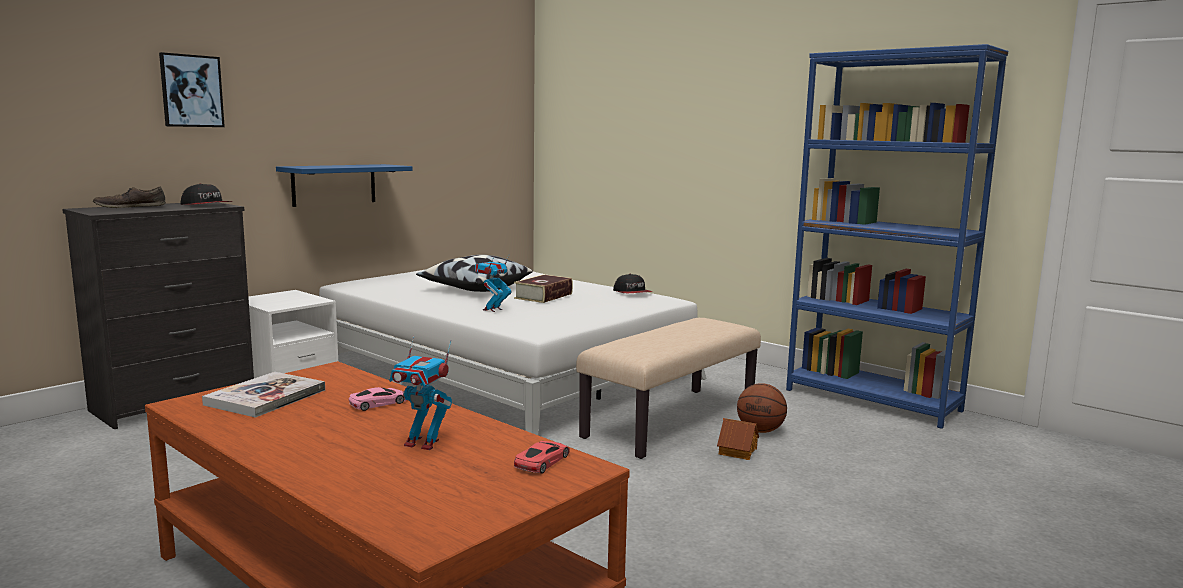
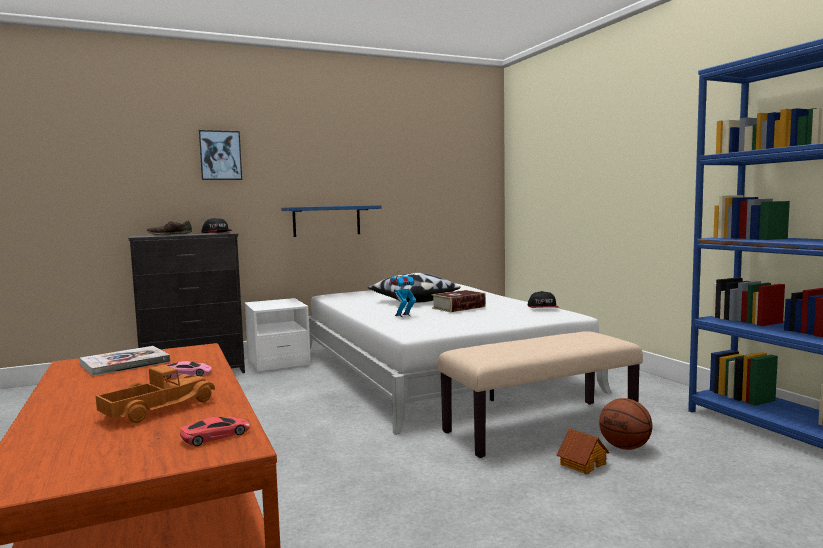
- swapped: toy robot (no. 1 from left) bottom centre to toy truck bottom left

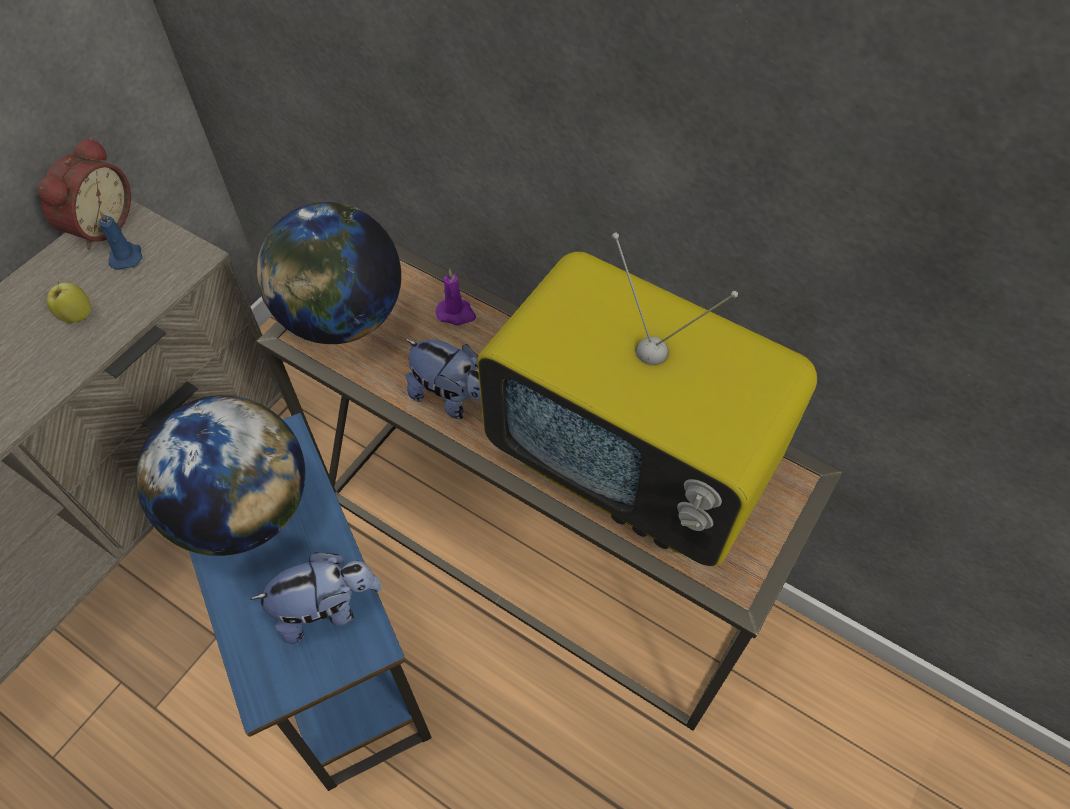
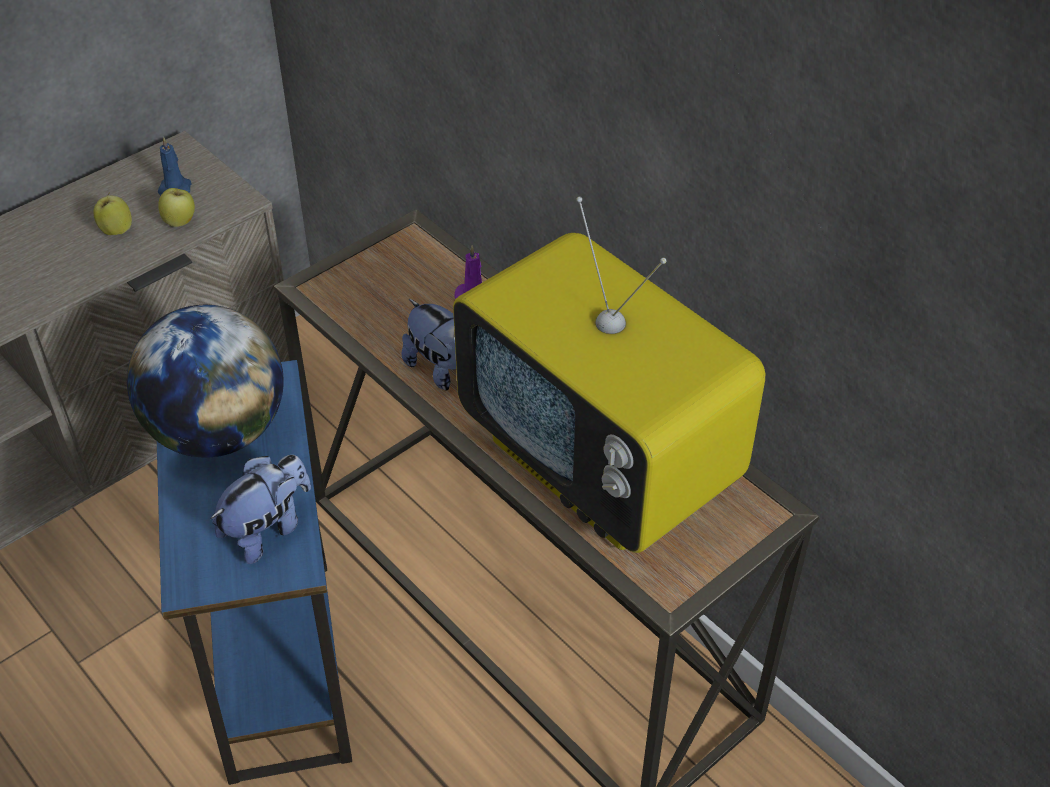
- gone: alarm clock top left
- gone: globe (no. 2 from left) middle left
- rotated: plush toy (no. 1 from left) bottom left = middle left 45 degrees counterclockwise
- new: apple (no. 2 from left) top left

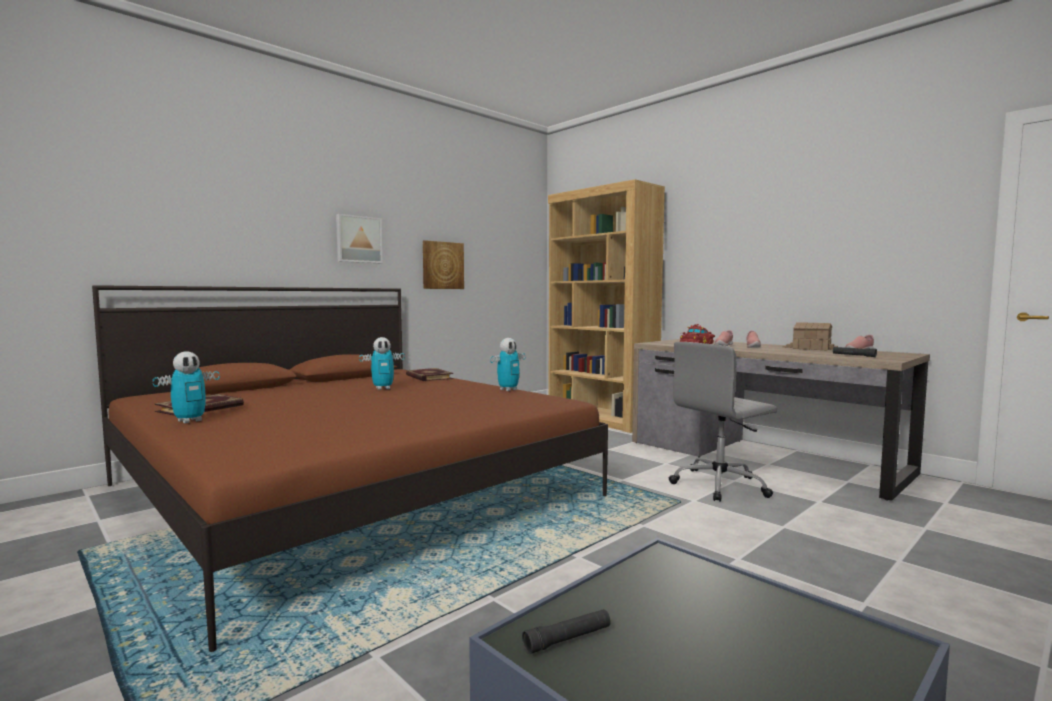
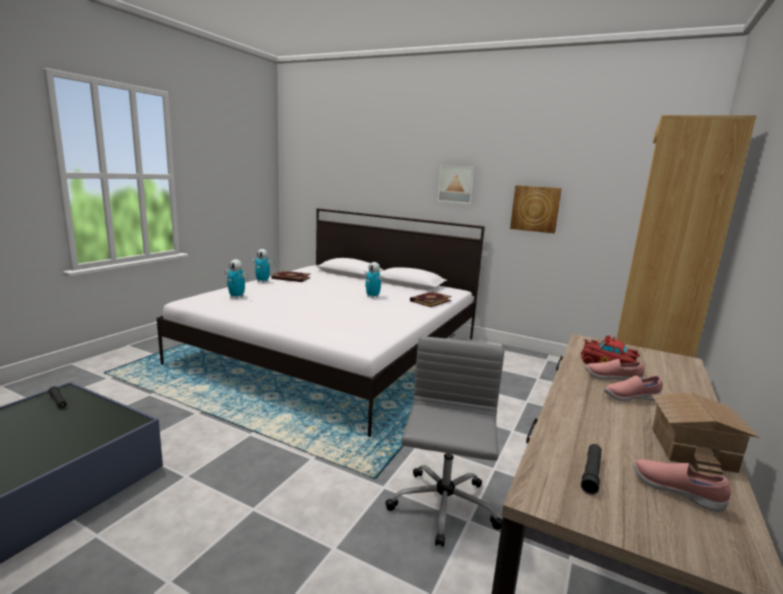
- repainted: bed in brown bottom left to bed in white centre
- shifted: toy robot (no. 3 from left in the first image) centre to toy robot (no. 1 from left) middle left
- rotated: office chair in grey middle right = bottom centre 60 degrees clockwise

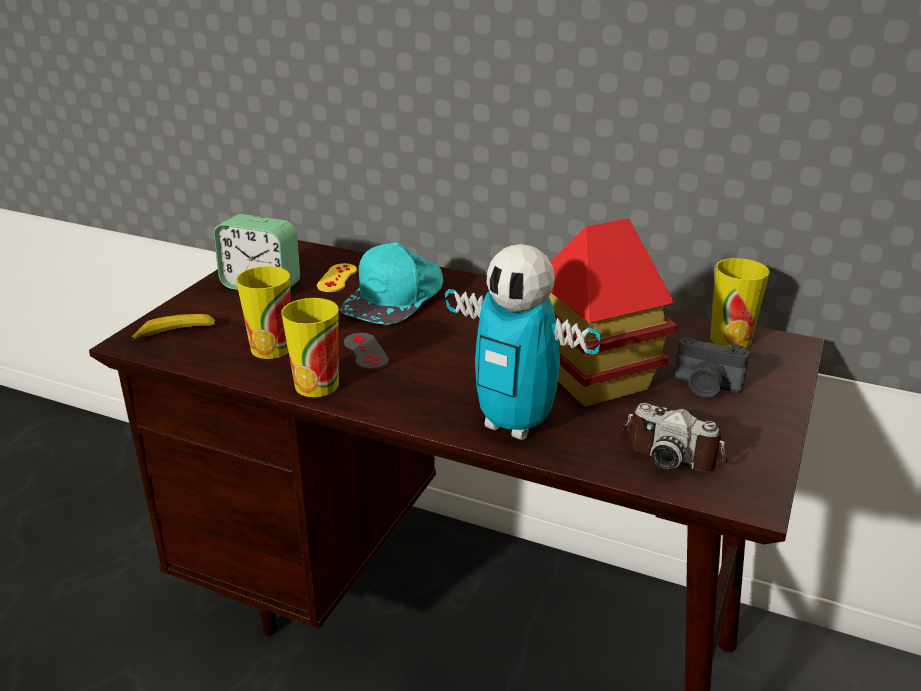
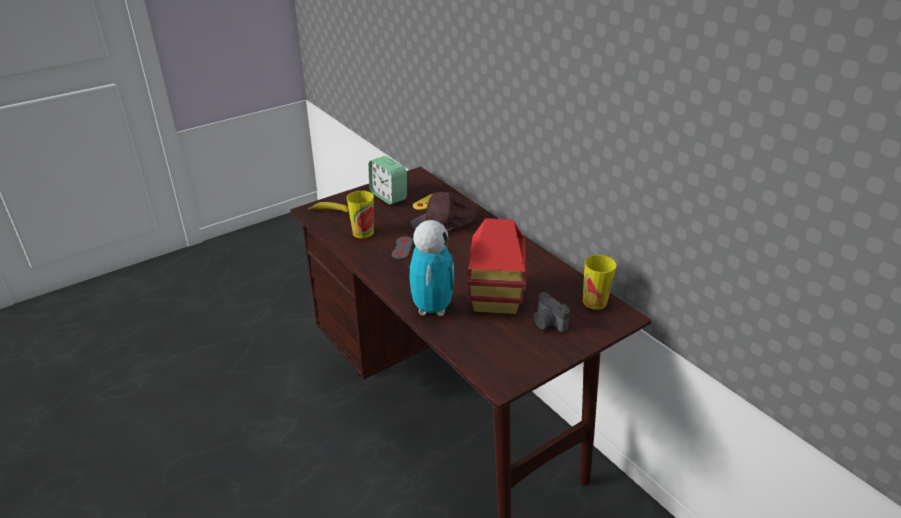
- repainted: cap in turquoise centre to cap in brown centre
- rotated: toy robot centre = centre 150 degrees counterclockwise
- gone: cup (no. 2 from left) centre
- gone: photo camera (no. 1 from left) middle right

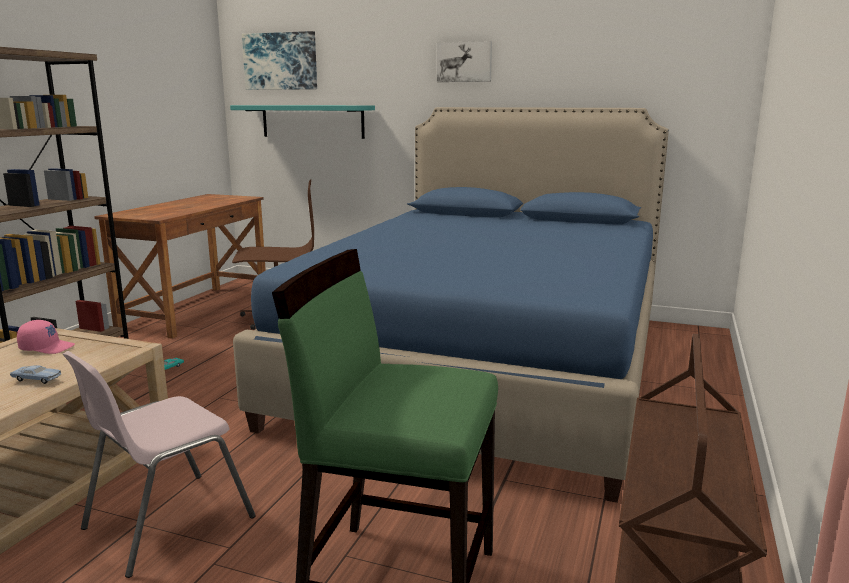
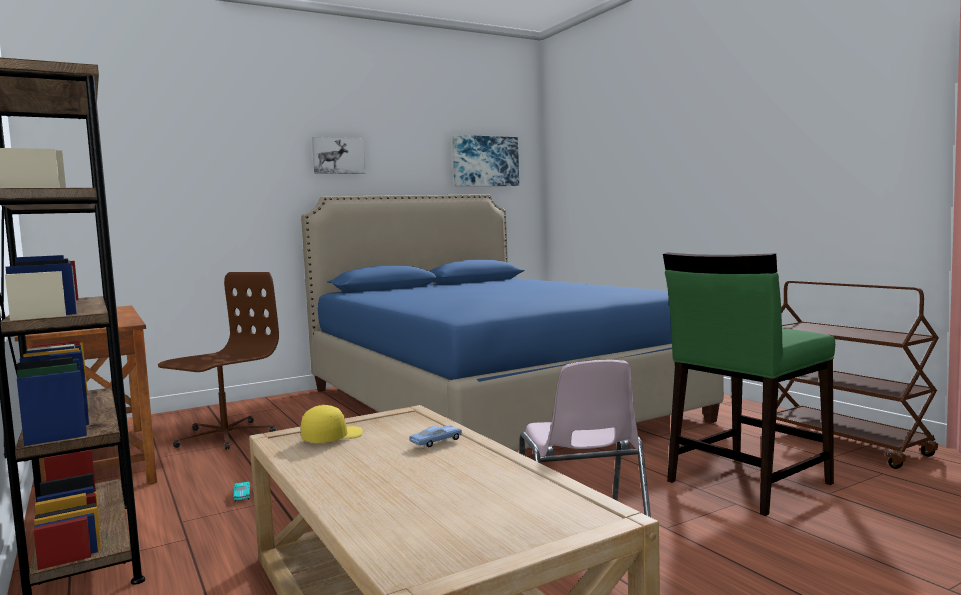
- shifted: picture (no. 1 from left in the first image) top left to picture (no. 2 from left) top centre
- gone: shelf in turquoise top centre
- repainted: cap in pink middle left to cap in yellow bottom centre

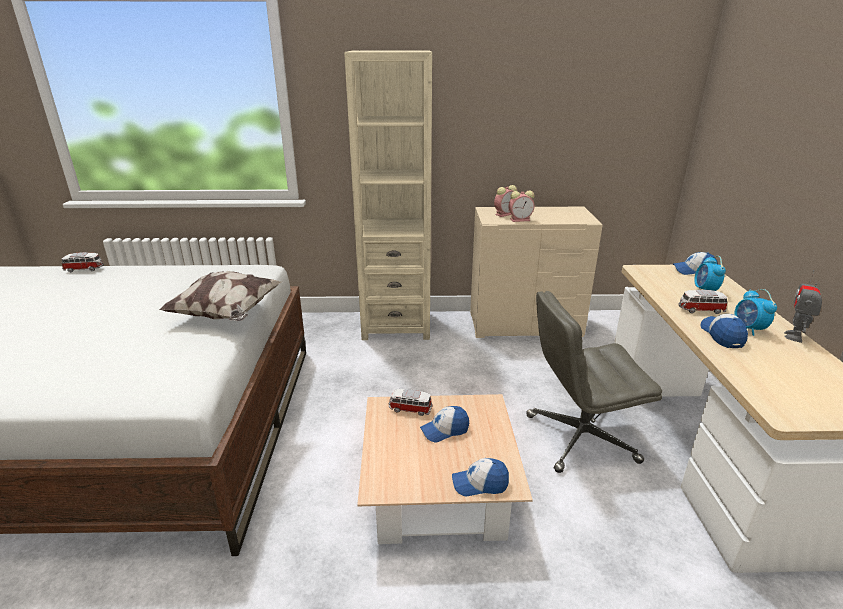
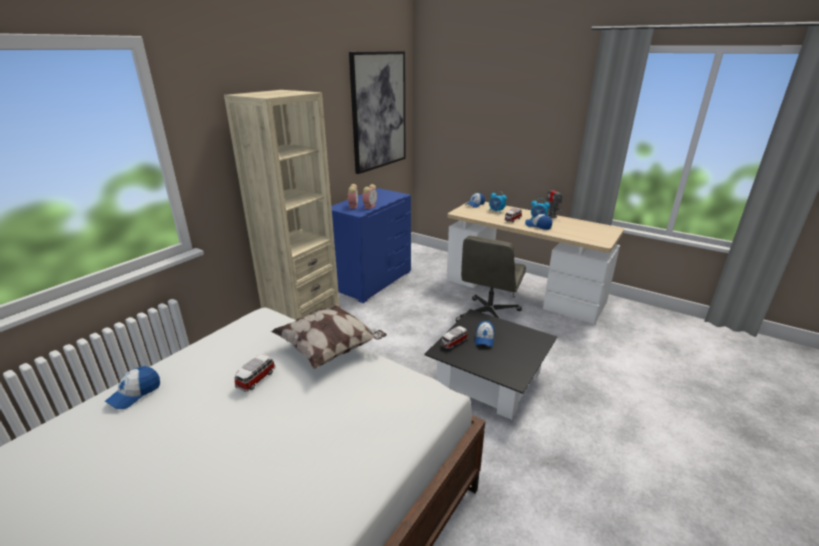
- repainted: dresser in beige centre to dresser in blue centre
- shifted: toy car (no. 1 from left) middle left to bottom left
- repainted: coffee table in beige bottom centre to coffee table in black bottom centre
- shifted: cap (no. 2 from left in the first image) bottom centre to cap (no. 1 from left) bottom left
- new: picture top centre

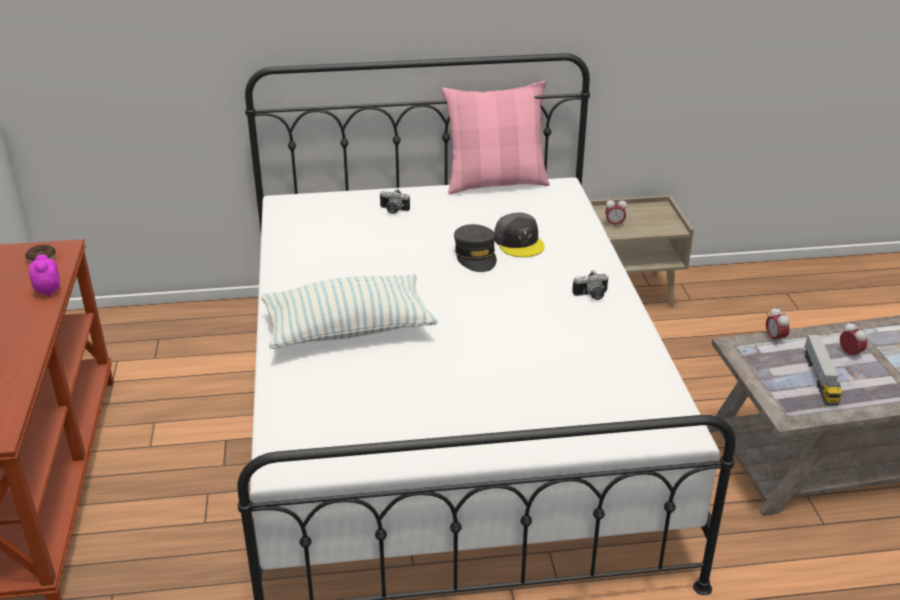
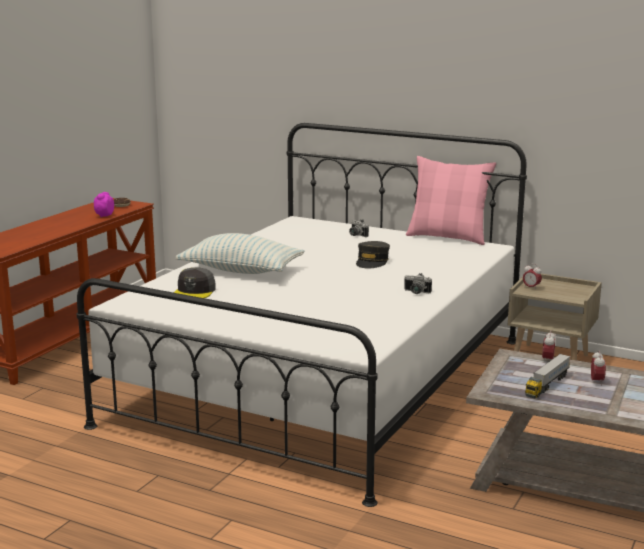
- shifted: cap in grey (no. 2 from left in the first image) centre to cap in grey (no. 1 from left) middle left

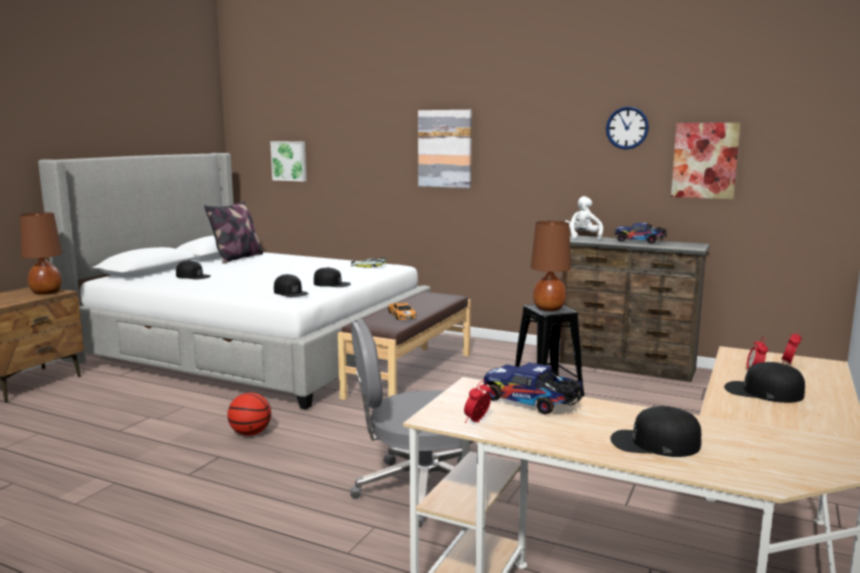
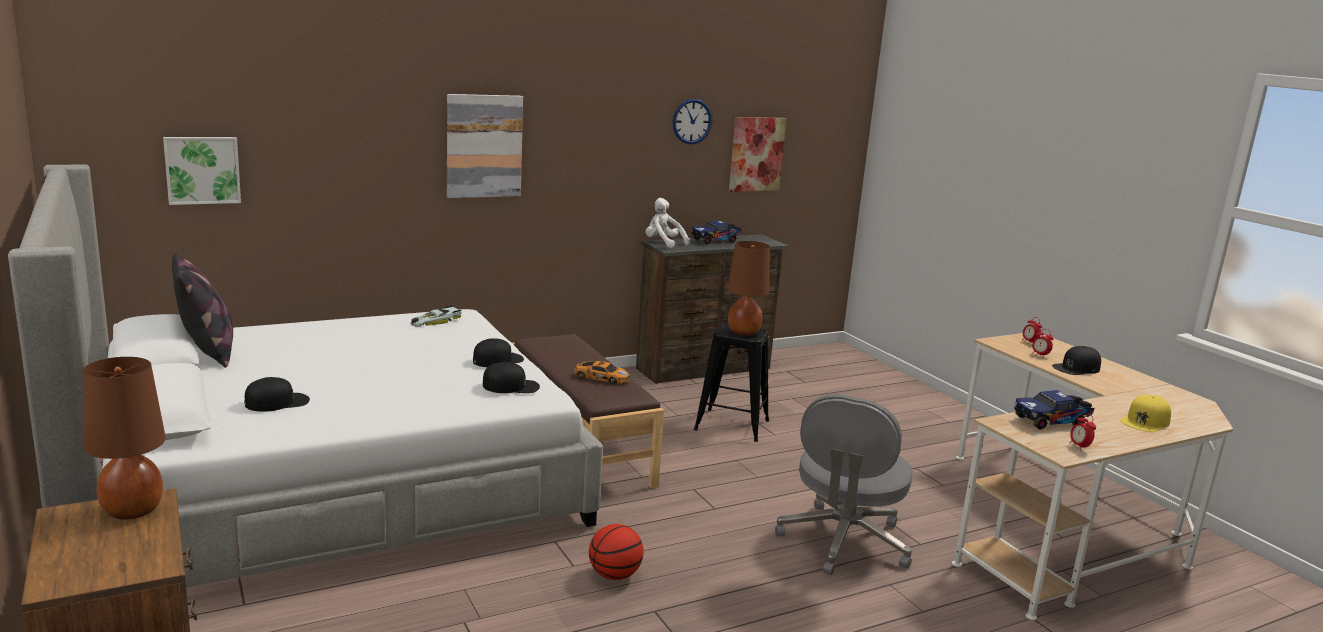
- repainted: cap in black (no. 4 from left) bottom right to cap in yellow middle right

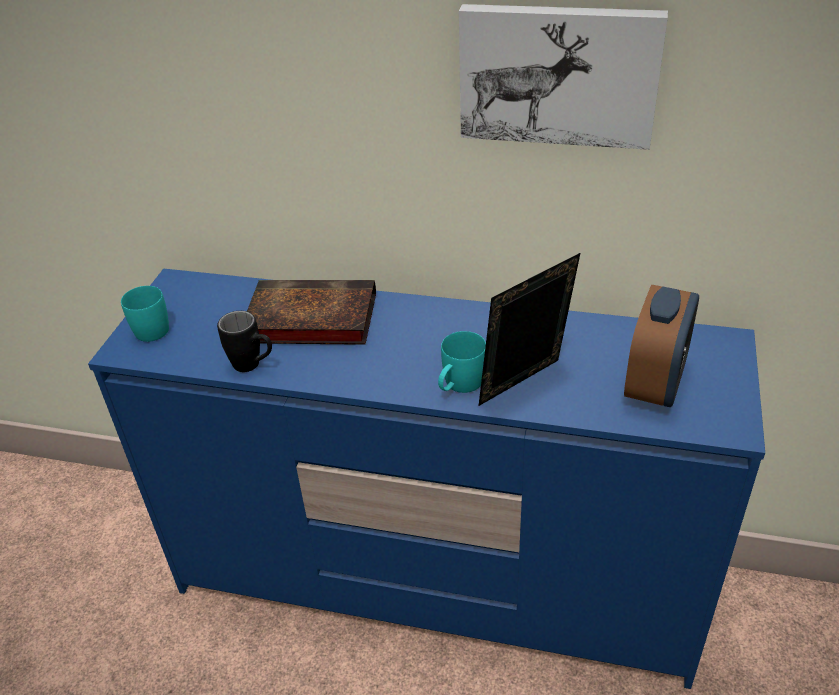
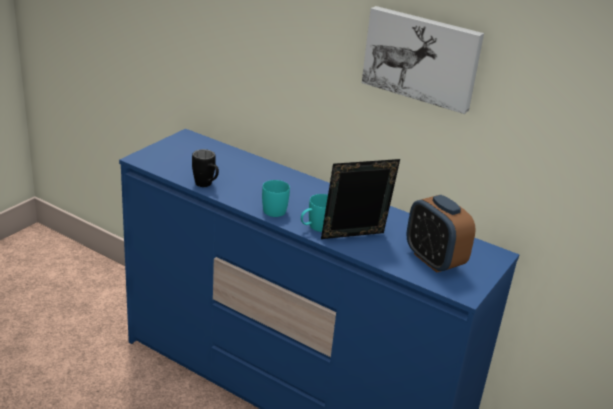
- gone: book centre
- rotated: alarm clock middle right = middle right 105 degrees clockwise
- shifted: mug in turquoise (no. 1 from left) middle left to centre

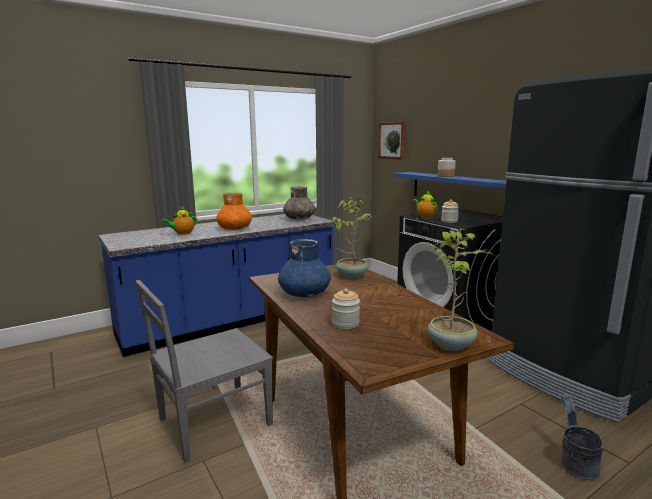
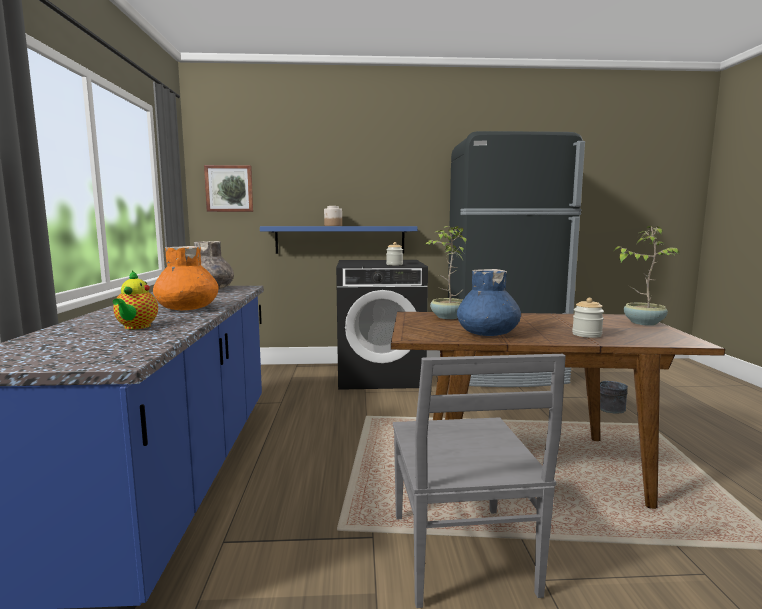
- gone: teapot (no. 2 from left) centre

